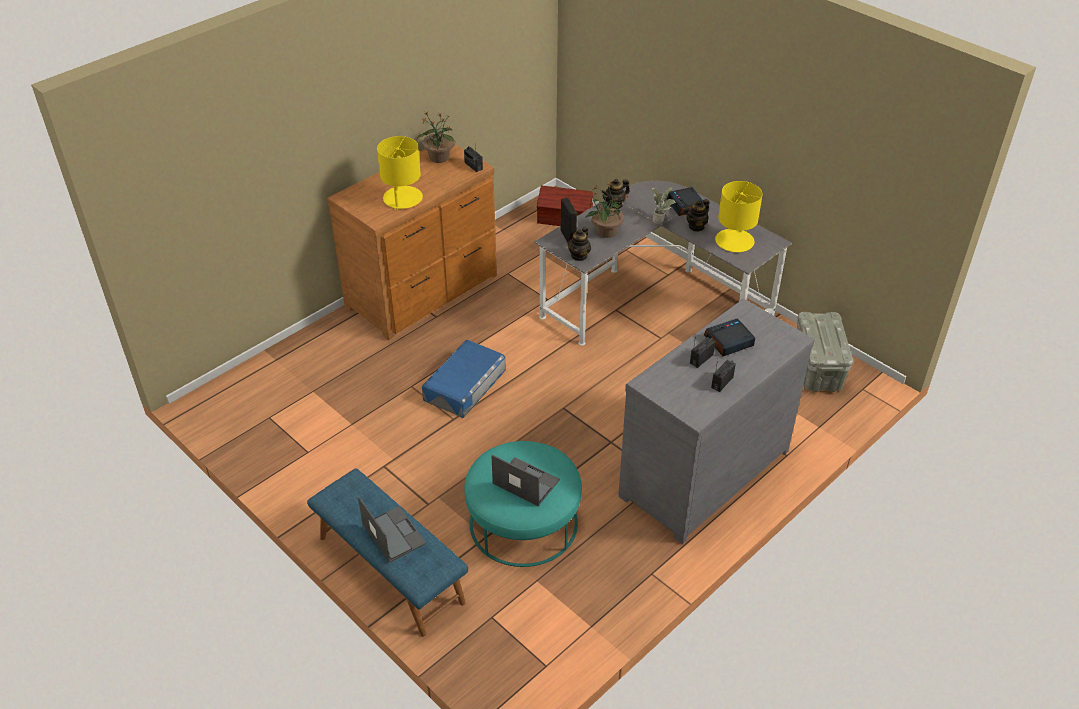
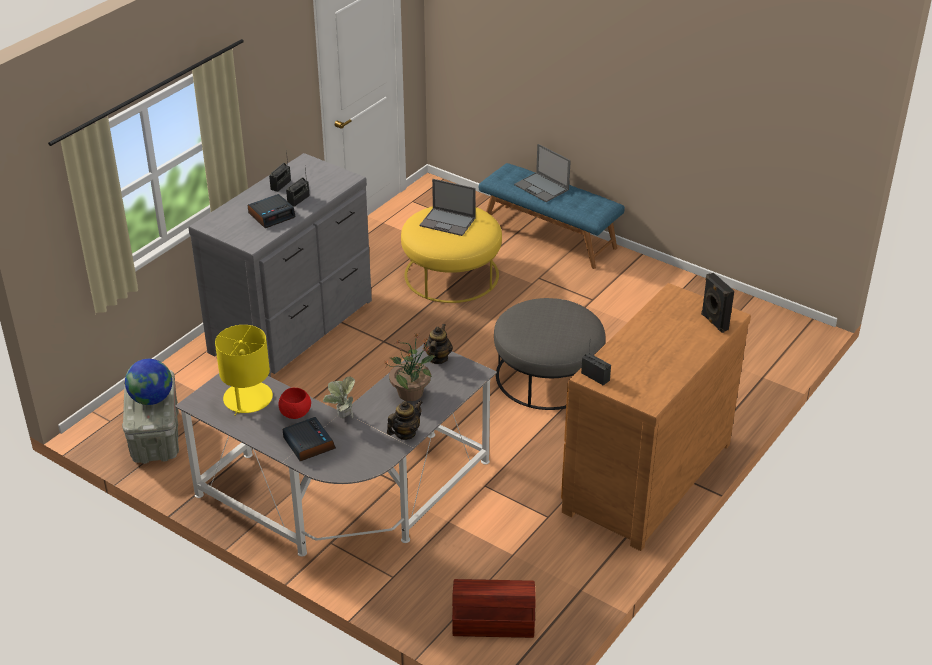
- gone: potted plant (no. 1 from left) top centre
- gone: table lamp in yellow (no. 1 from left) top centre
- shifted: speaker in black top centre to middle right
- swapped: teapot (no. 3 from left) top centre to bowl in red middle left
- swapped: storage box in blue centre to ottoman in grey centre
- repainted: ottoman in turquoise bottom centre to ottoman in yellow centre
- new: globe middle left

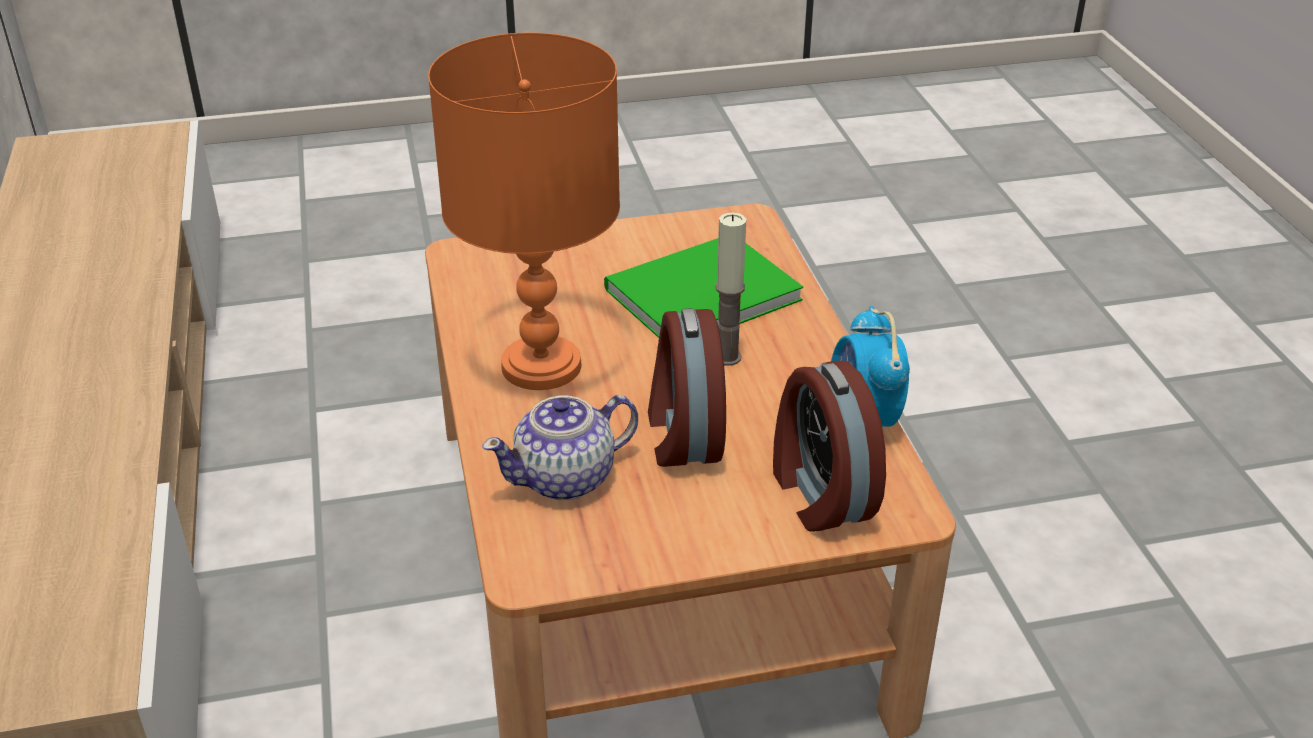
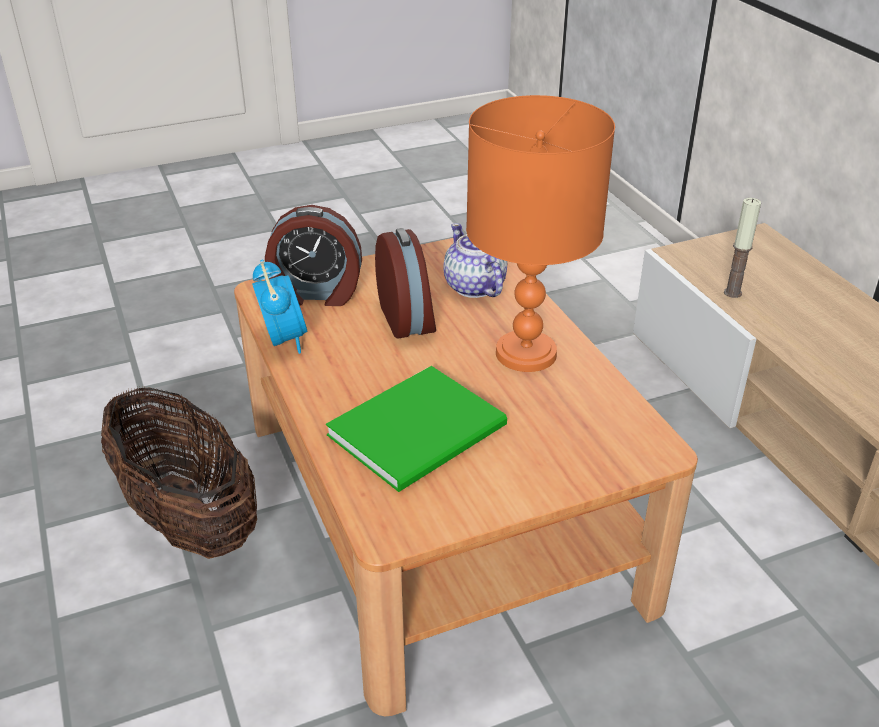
- shifted: candle centre to middle right
- rotated: alarm clock (no. 2 from left) centre = centre 120 degrees clockwise
- rotated: teapot centre = centre 75 degrees counterclockwise
- new: basket middle left

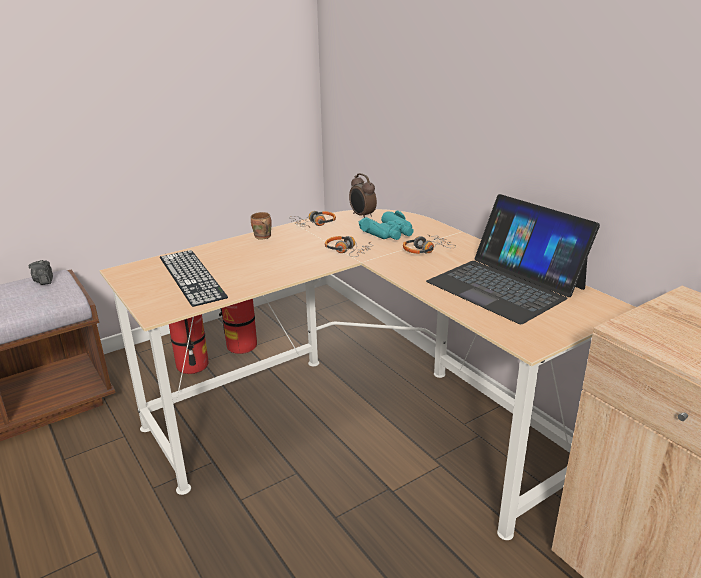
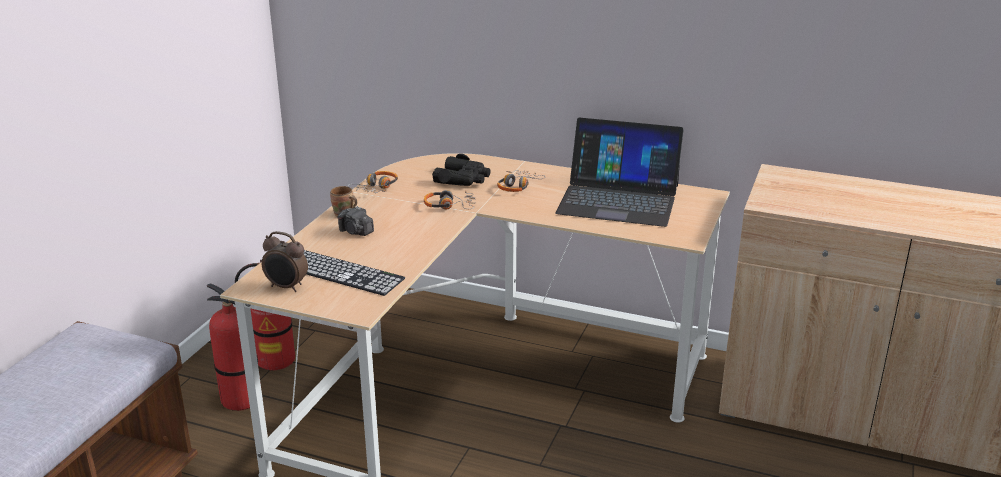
- shifted: alarm clock centre to middle left
- repainted: binoculars in turquoise centre to binoculars in black centre
- shifted: photo camera middle left to centre

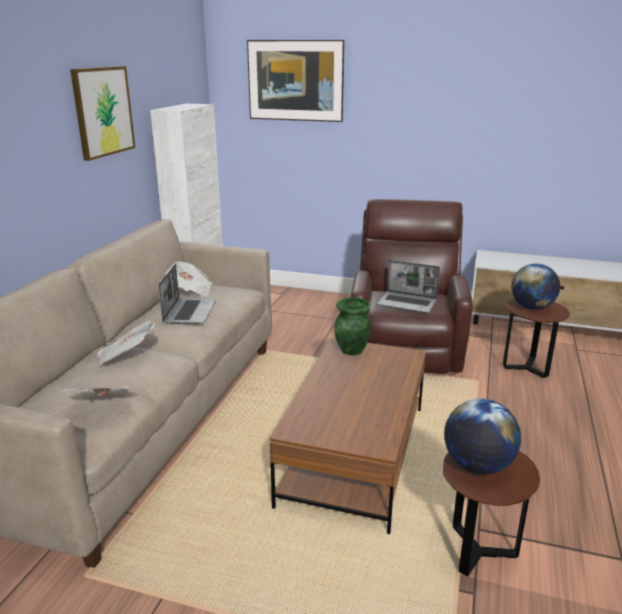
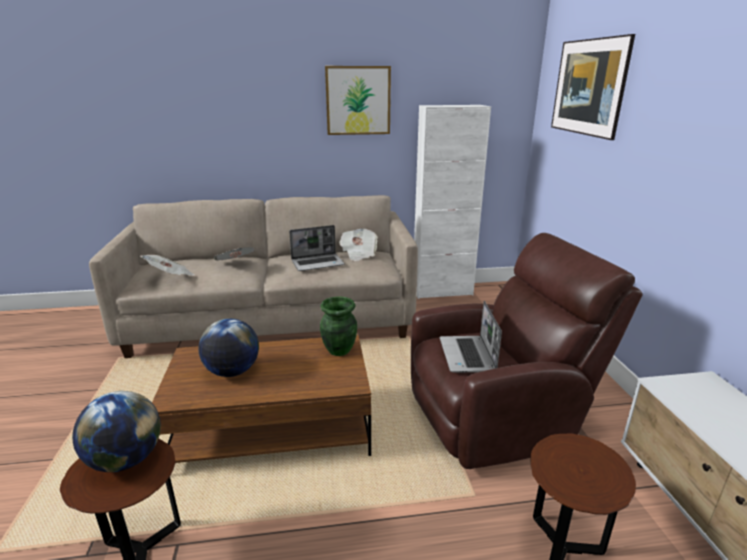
- shifted: globe (no. 2 from left) middle right to middle left

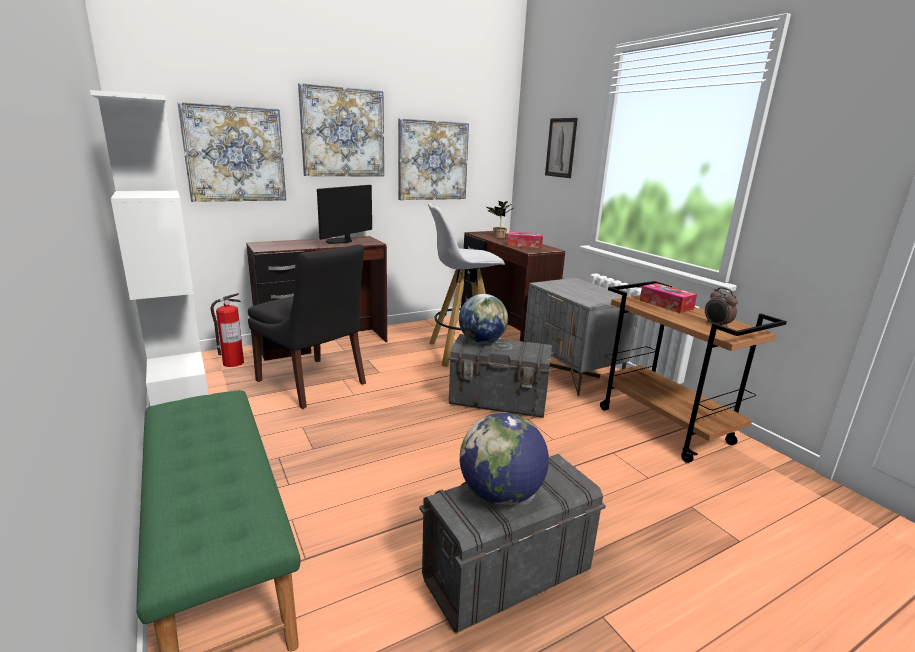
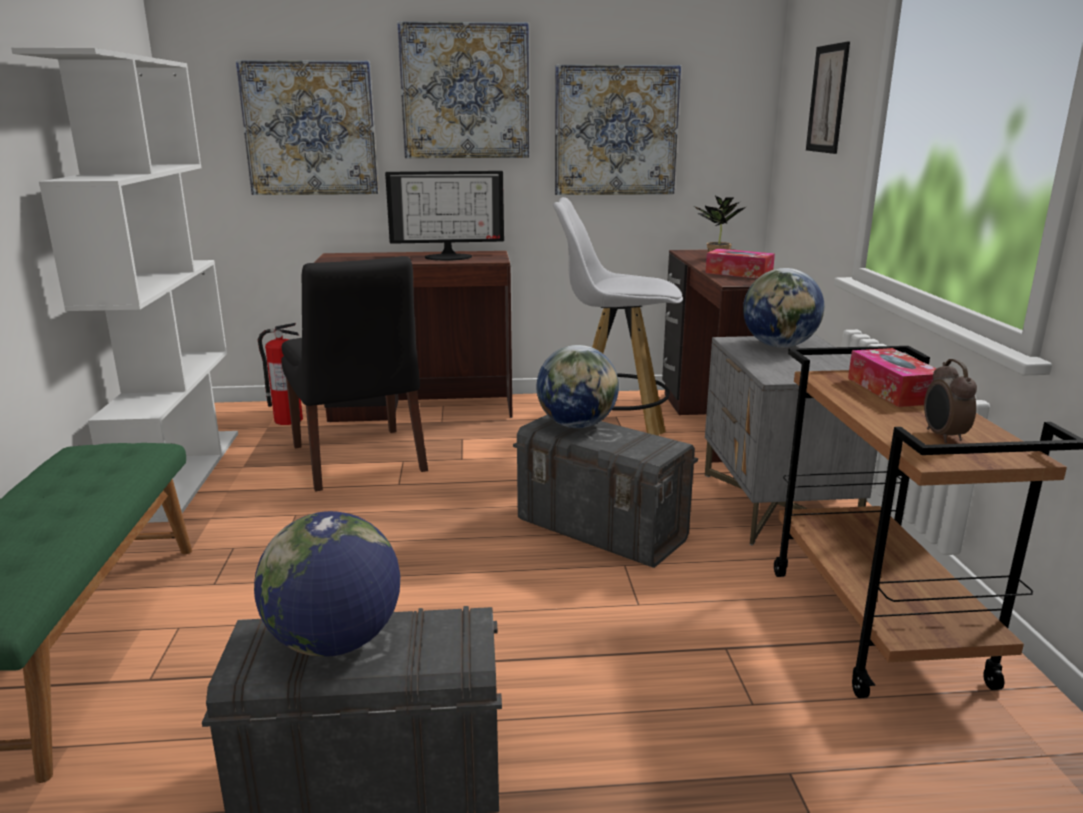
- rotated: monitor top centre = top centre 150 degrees counterclockwise
- new: globe (no. 3 from left) middle right

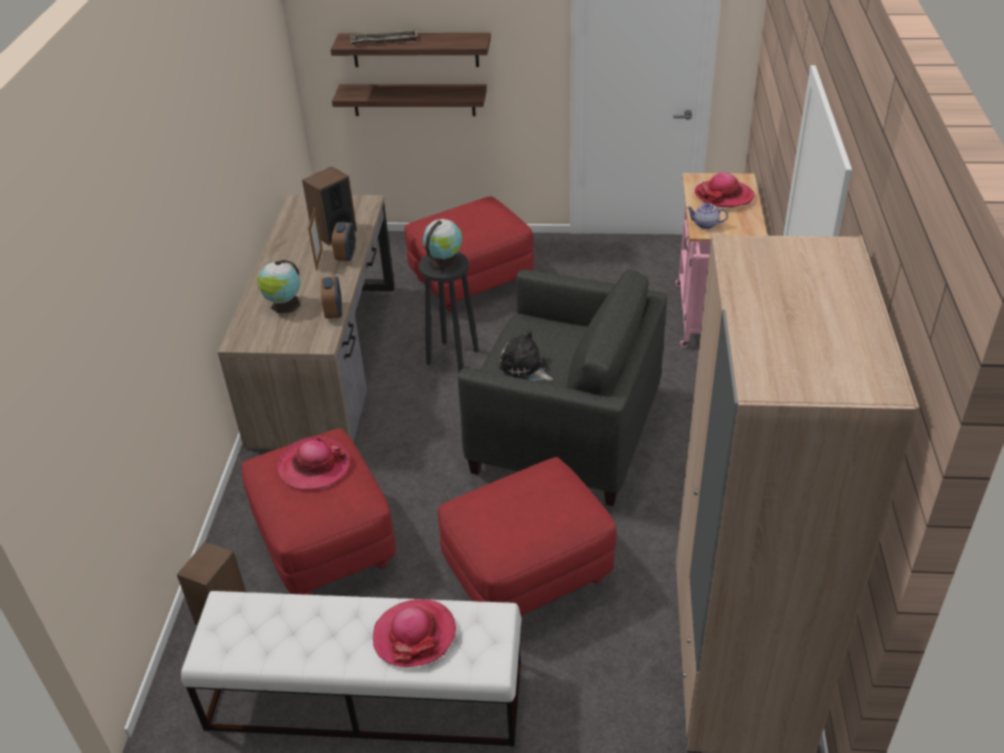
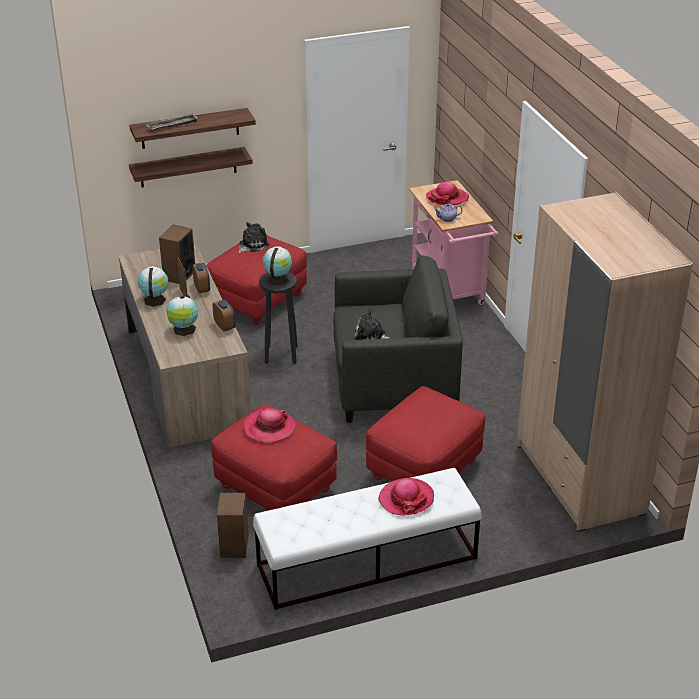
- new: plush toy (no. 1 from left) centre
- new: globe (no. 1 from left) middle left

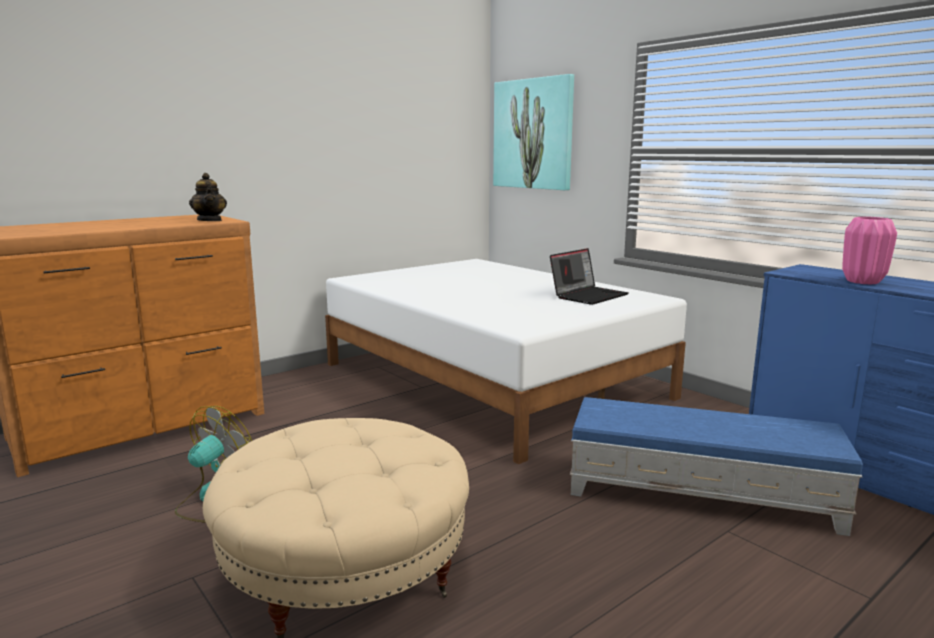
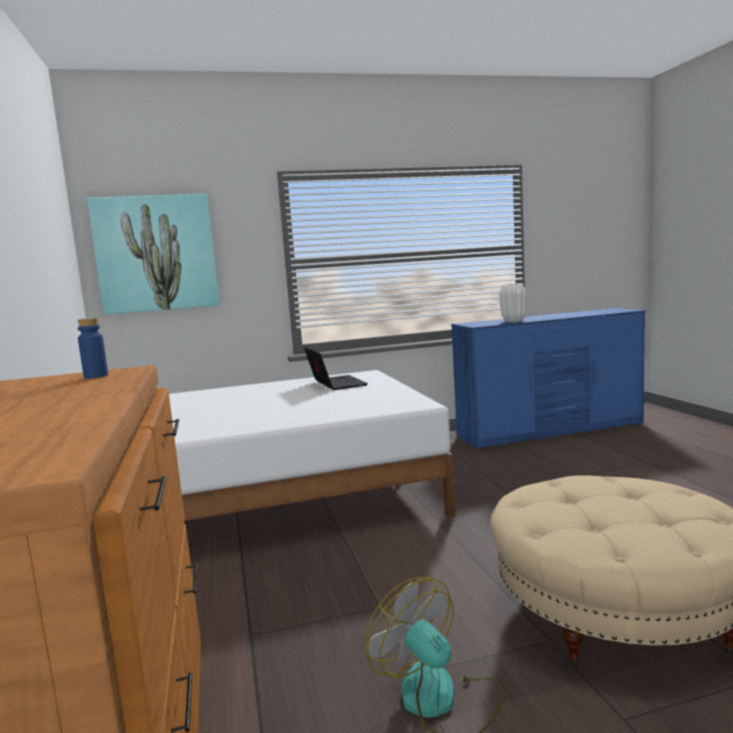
- swapped: teapot top left to bottle in blue middle left
- repainted: vase in pink middle right to vase in white middle right
- gone: ottoman in blue bottom right

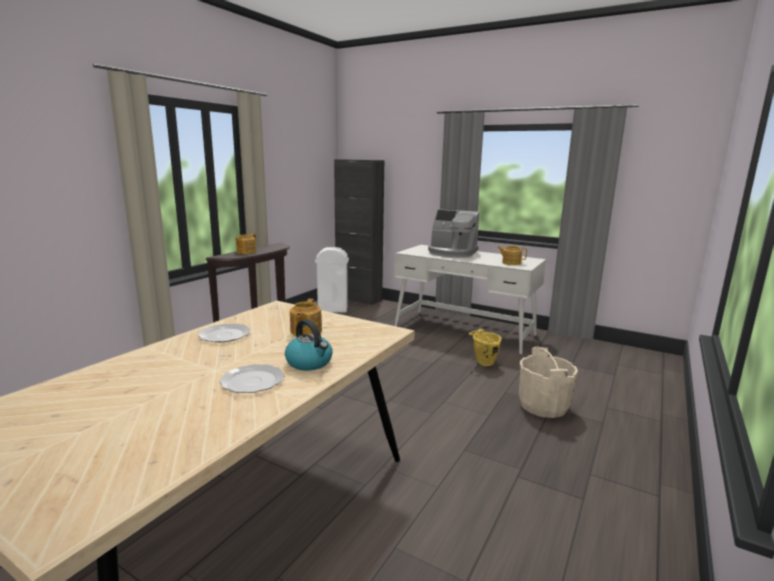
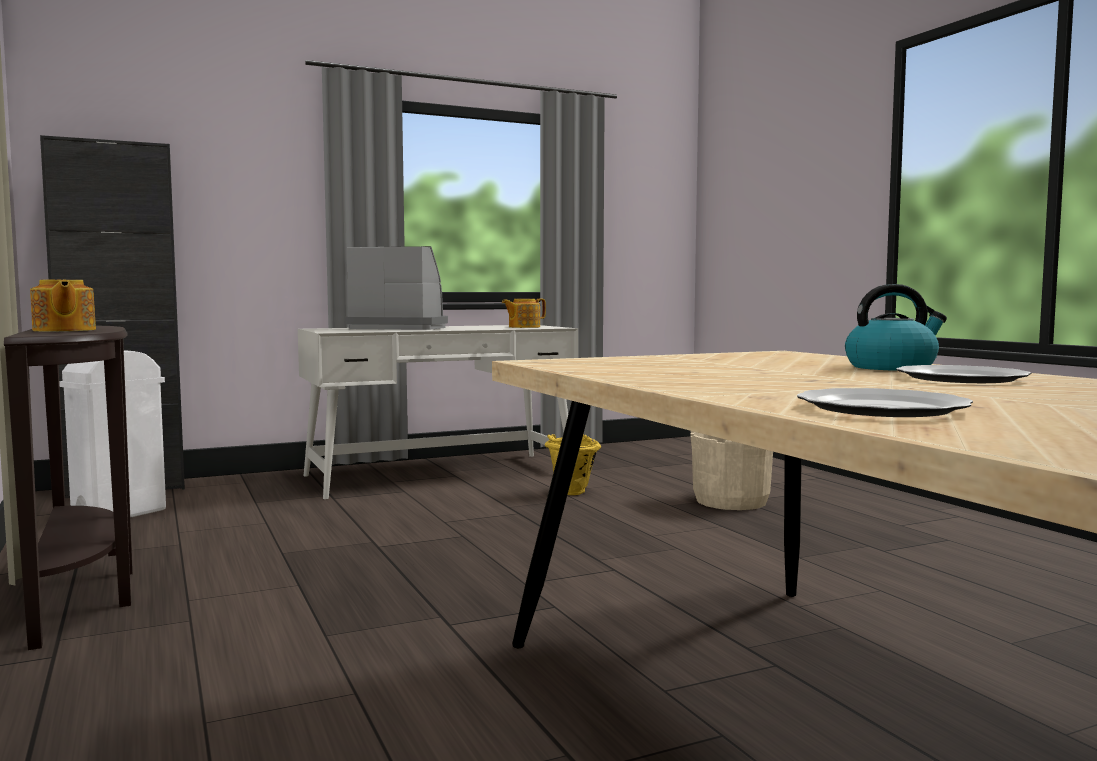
- rotated: coffee machine centre = centre 135 degrees counterclockwise
- gone: teapot (no. 2 from left) centre
- shifted: plate (no. 1 from left) middle left to middle right

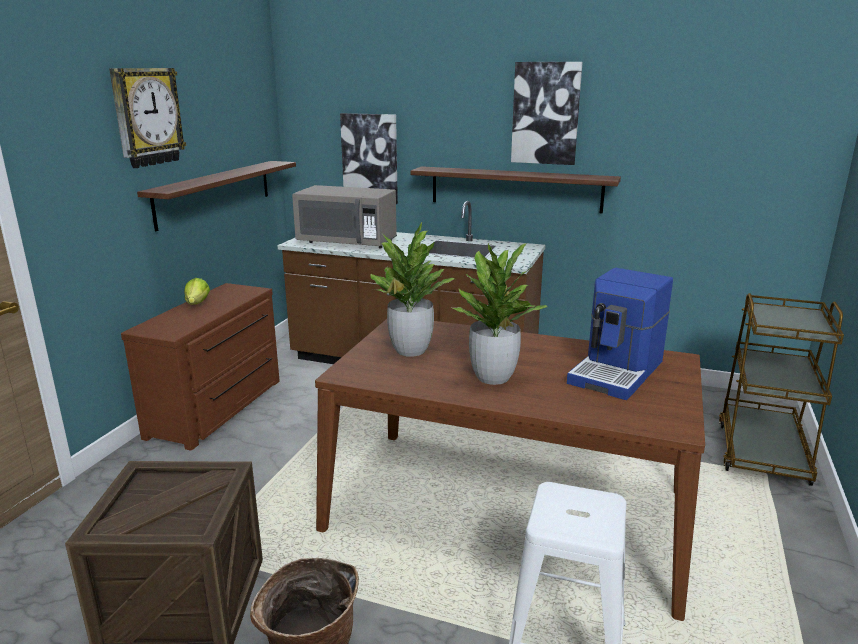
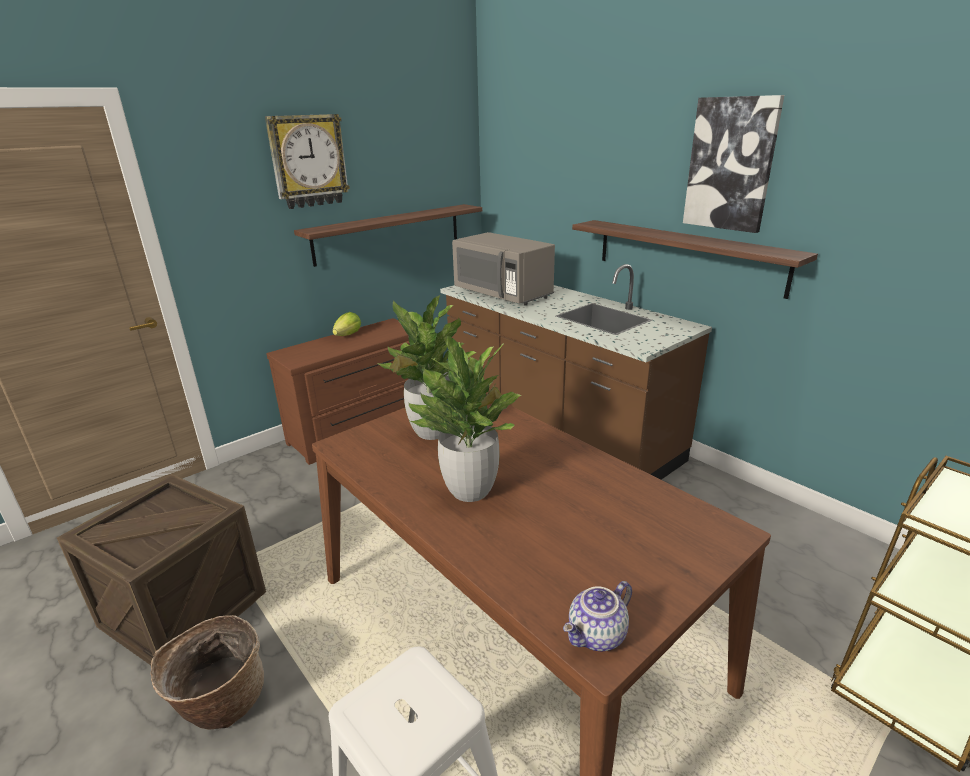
- gone: picture (no. 1 from left) top centre
- gone: coffee machine middle right
- new: teapot bottom centre

